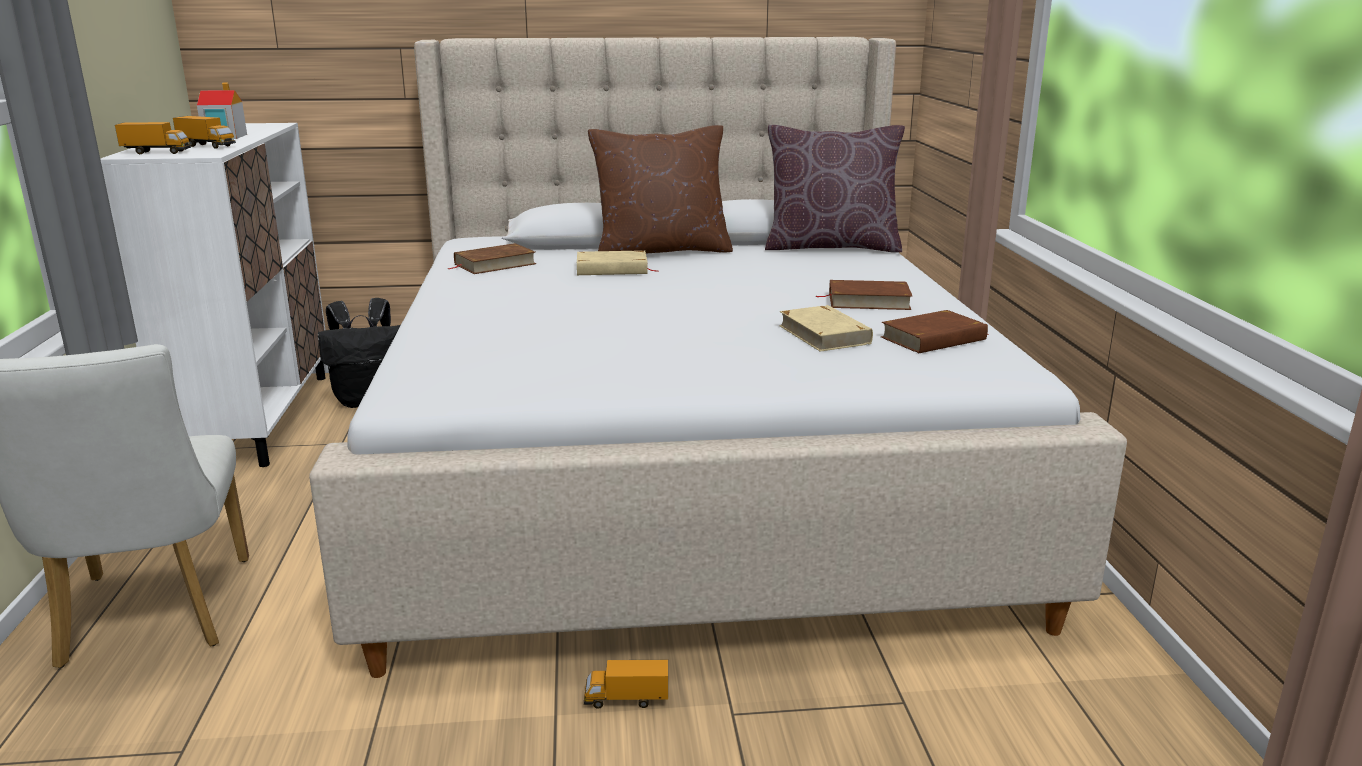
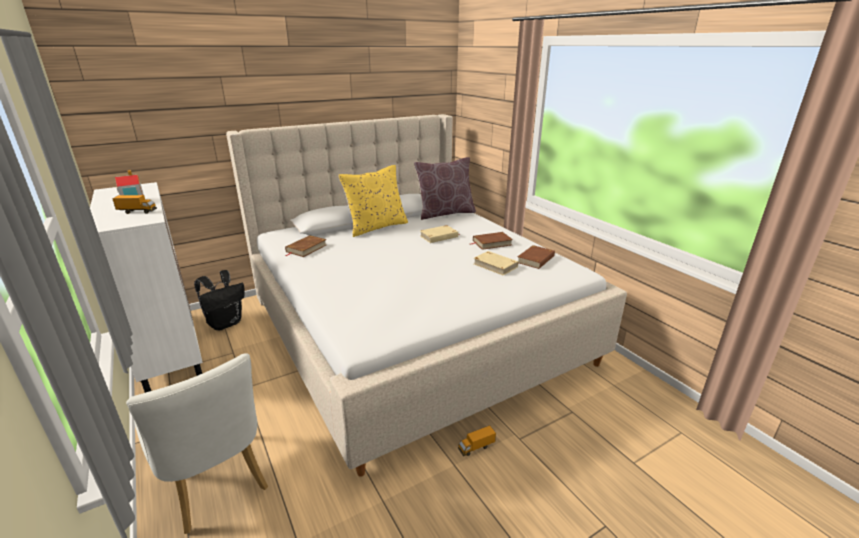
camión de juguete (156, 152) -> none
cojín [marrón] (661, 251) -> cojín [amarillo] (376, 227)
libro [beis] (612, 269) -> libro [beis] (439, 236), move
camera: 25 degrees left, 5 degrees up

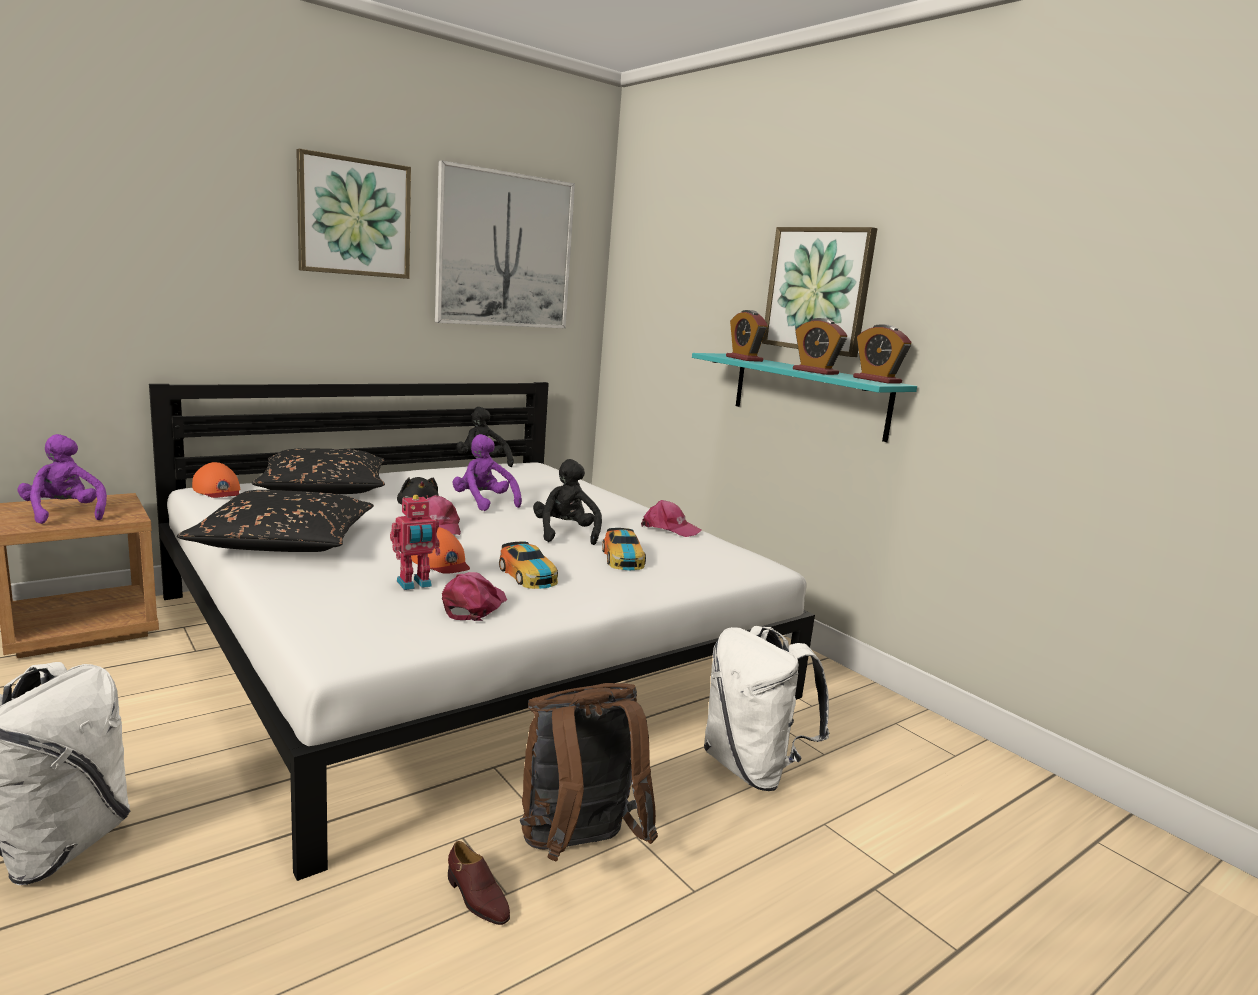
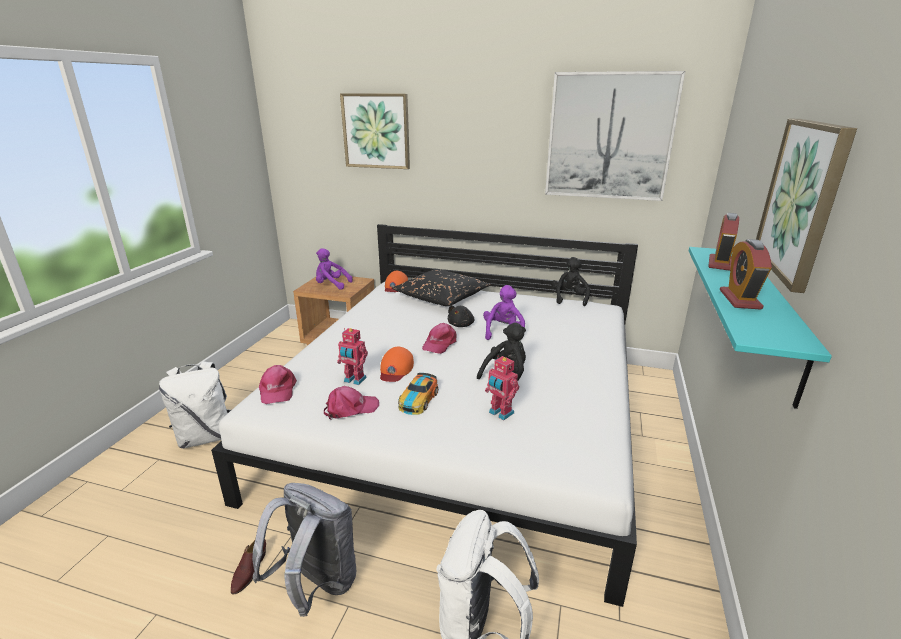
cuadro (354, 217) -> cuadro (376, 131), move
despertador (877, 380) -> none
peluche [morado] (65, 514) -> peluche [morado] (331, 285), 90 degrees counterclockwise
cojín [negro] (285, 541) -> none
gorra [rosa] (669, 528) -> gorra [rosa] (277, 390), move
coche de juguete (623, 558) -> robot de juguete (500, 413)
mochila [marrón] (577, 848) -> mochila [gris] (316, 585)
camera: 55 degrees right, 10 degrees up

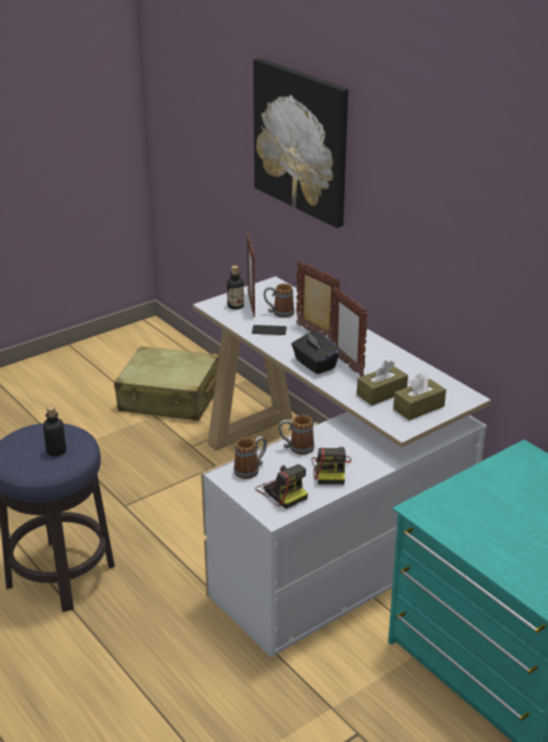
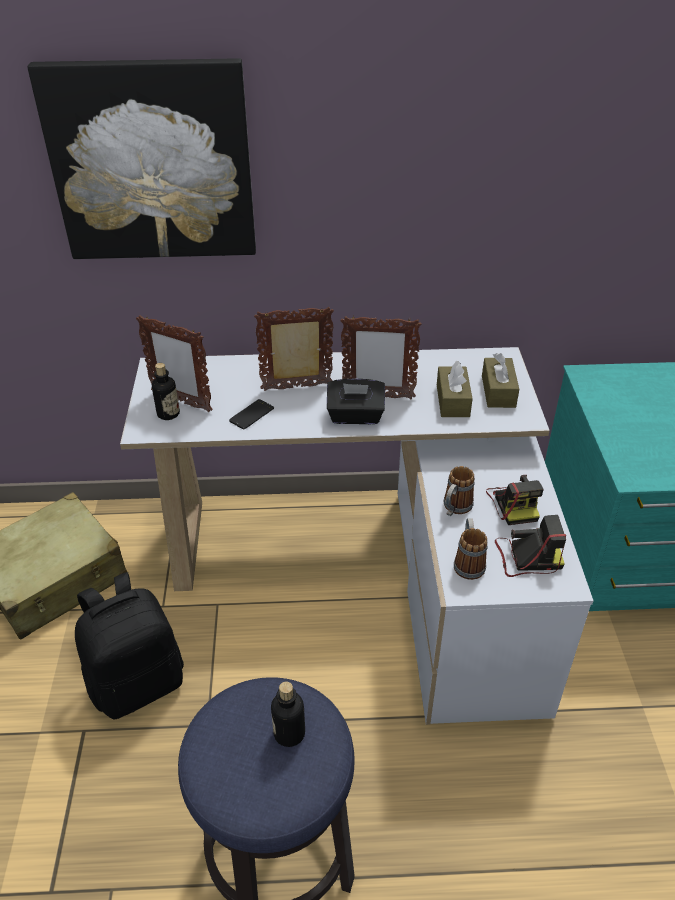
taza grande (279, 313) -> none
cámara (331, 470) -> cámara (514, 503), 45 degrees clockwise
none -> mochila [negro] (138, 682)
camera: 55 degrees left, 10 degrees up

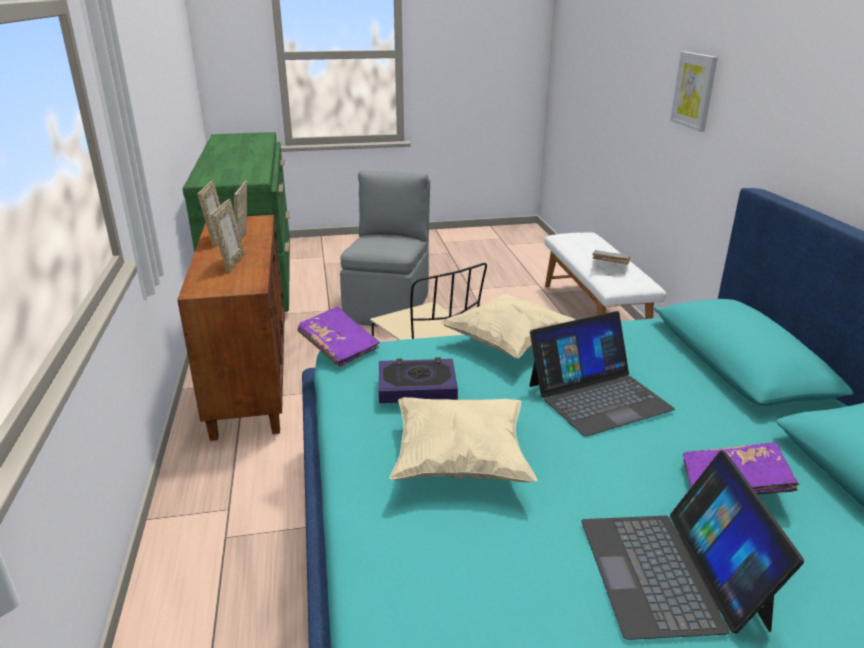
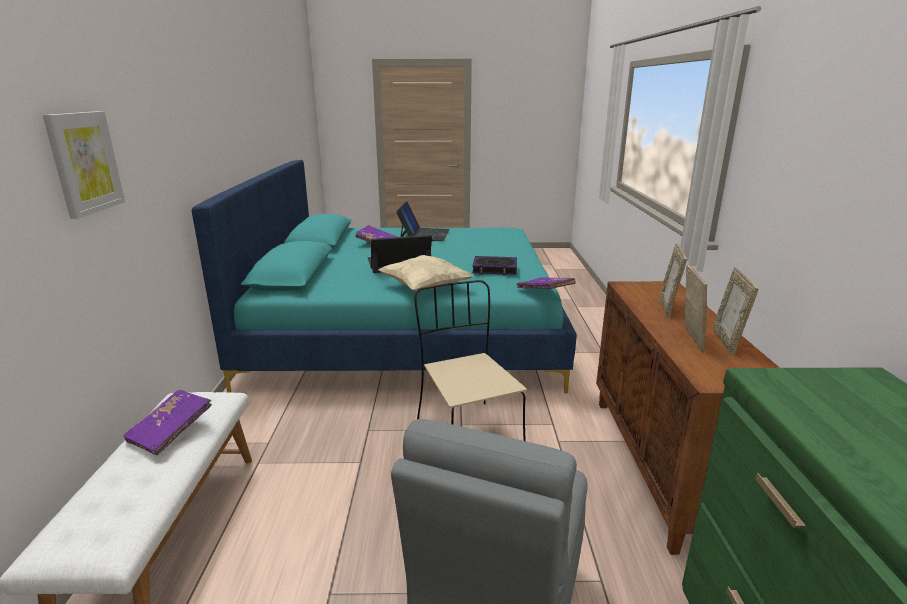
libro [gris] (609, 265) -> libro [morado] (171, 431)
cojín [beis] (460, 461) -> none
camera: 170 degrees left, 5 degrees down

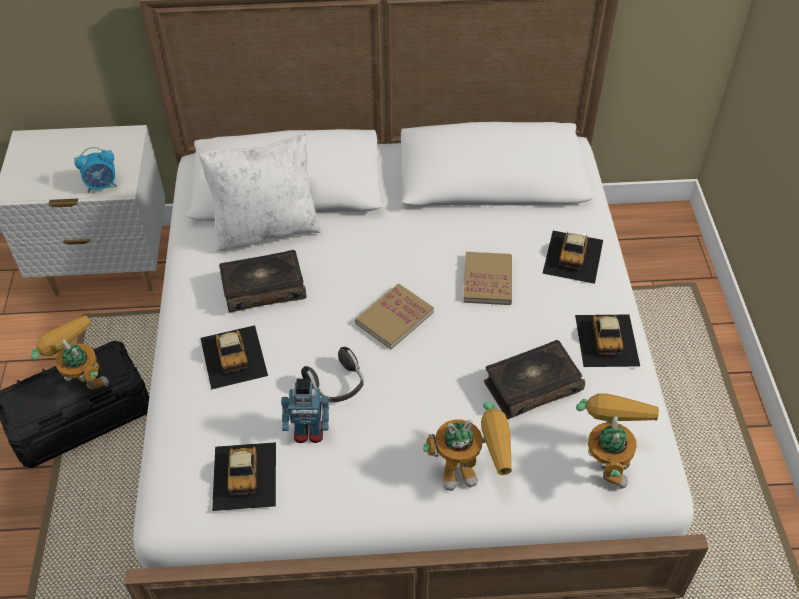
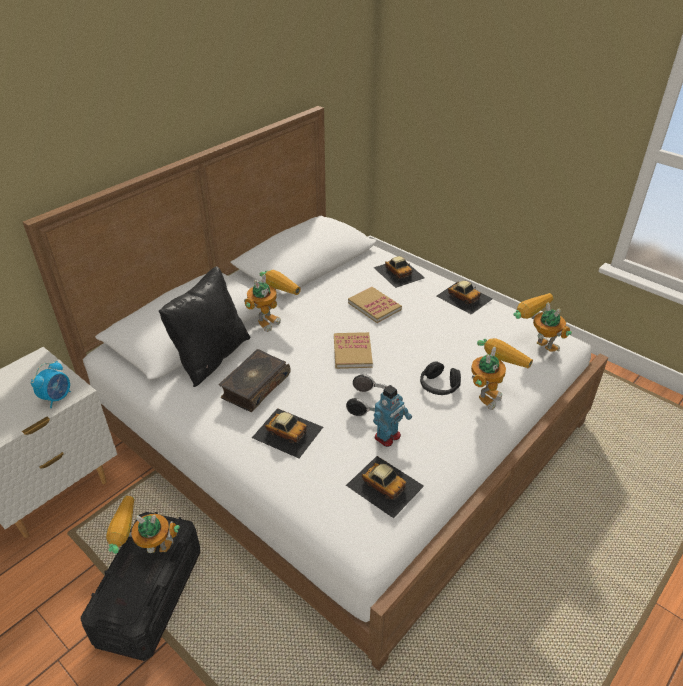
cojín [blanco] (266, 228) -> cojín [negro] (211, 356)
libro (531, 386) -> none
none -> robot de juguete (272, 318)
none -> auriculares [negro] (439, 386)
camera: 45 degrees left, 10 degrees down

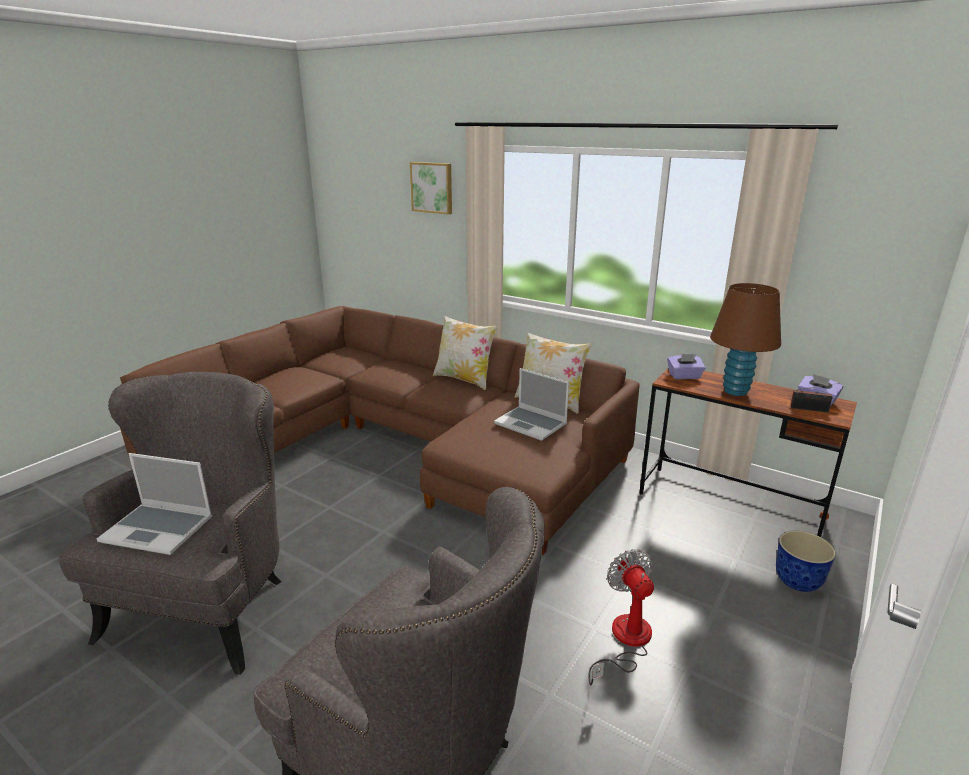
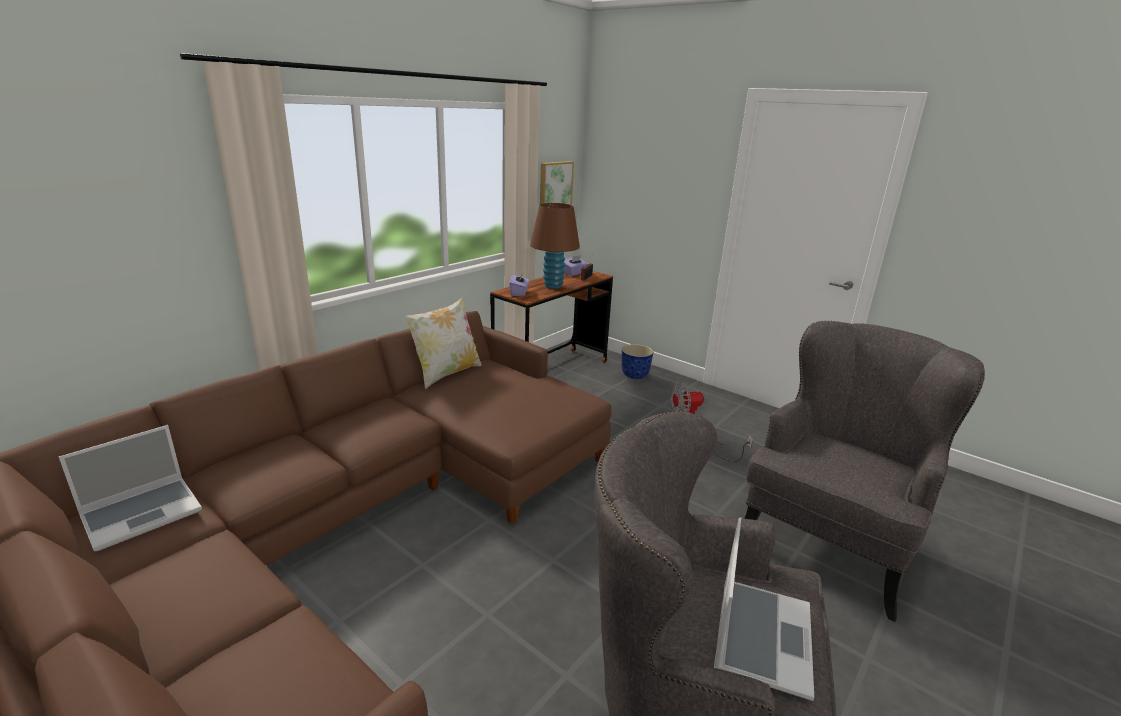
cuadro (432, 187) -> cuadro (554, 185), move
cojín (464, 379) -> none
portátil (532, 424) -> portátil (143, 513), move
camera: 85 degrees left, 0 degrees up

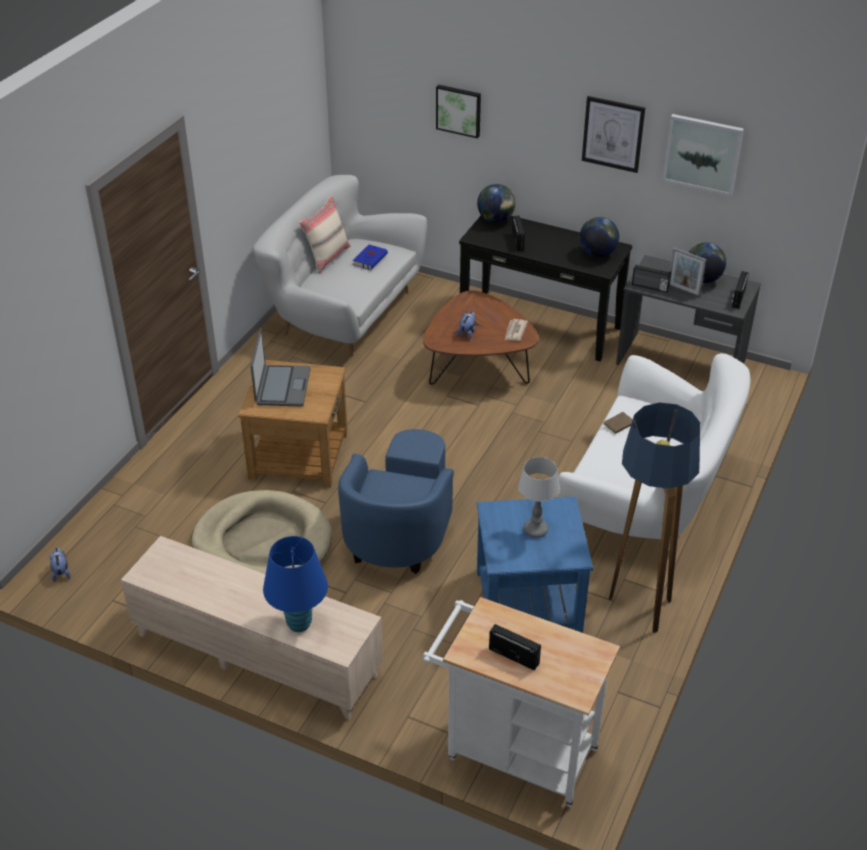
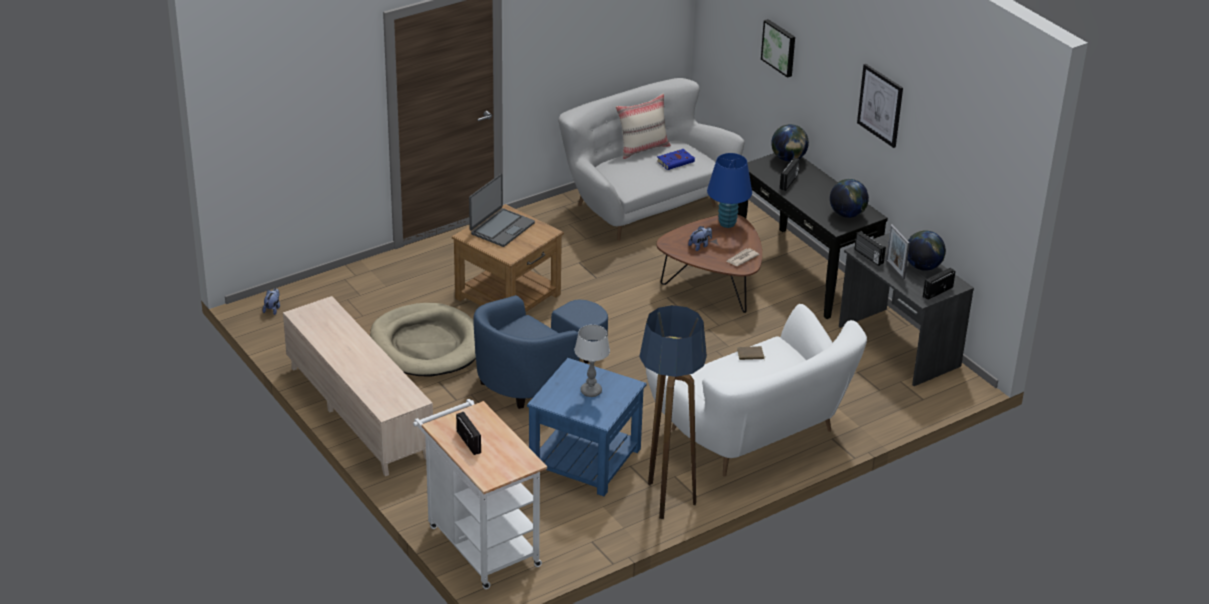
cuadro (702, 154) -> none
lámpara de mesa [azul] (299, 623) -> lámpara de mesa [azul] (727, 223), move
camera: 30 degrees right, 5 degrees down

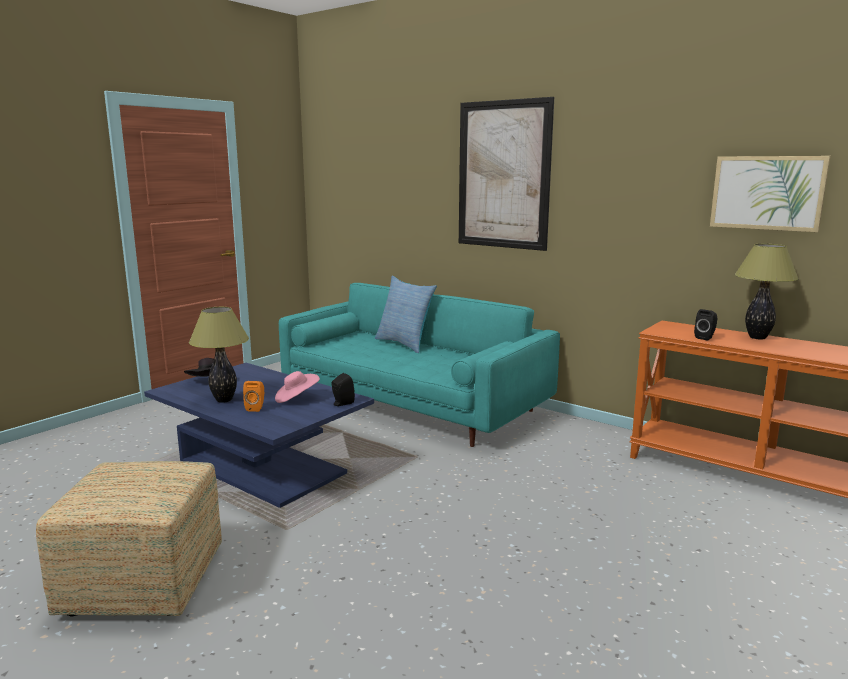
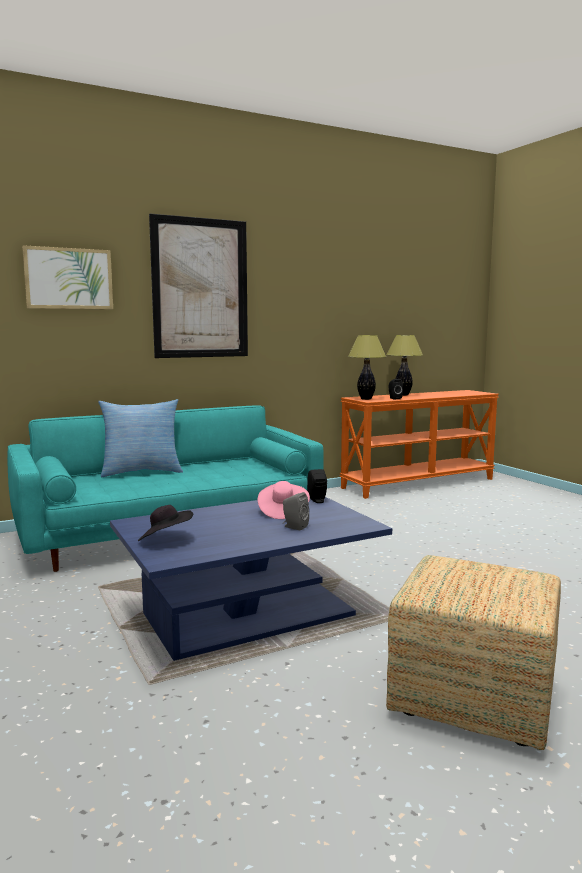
cuadro (767, 193) -> cuadro (69, 278), move
lámpara de mesa (224, 400) -> lámpara de mesa (365, 399), move
altavoz [naranja] (256, 408) -> altavoz [gris] (294, 527)
camera: 65 degrees left, 5 degrees down

